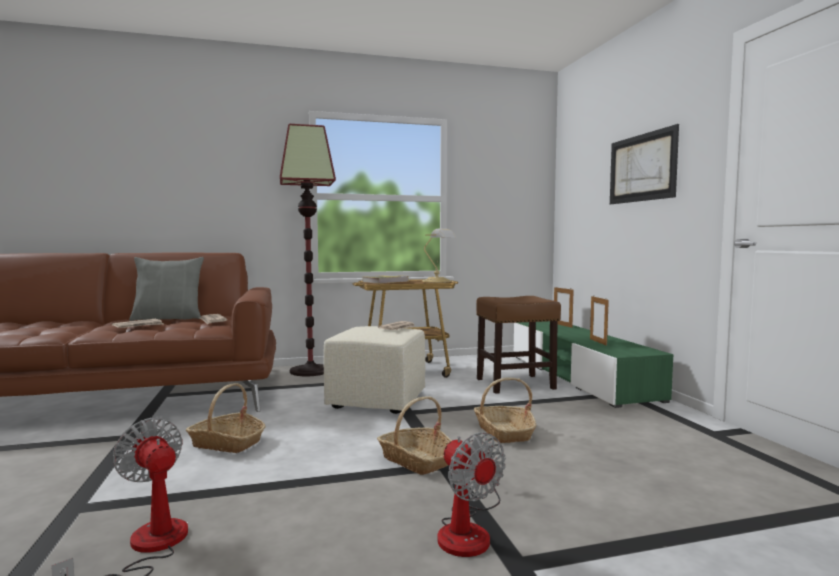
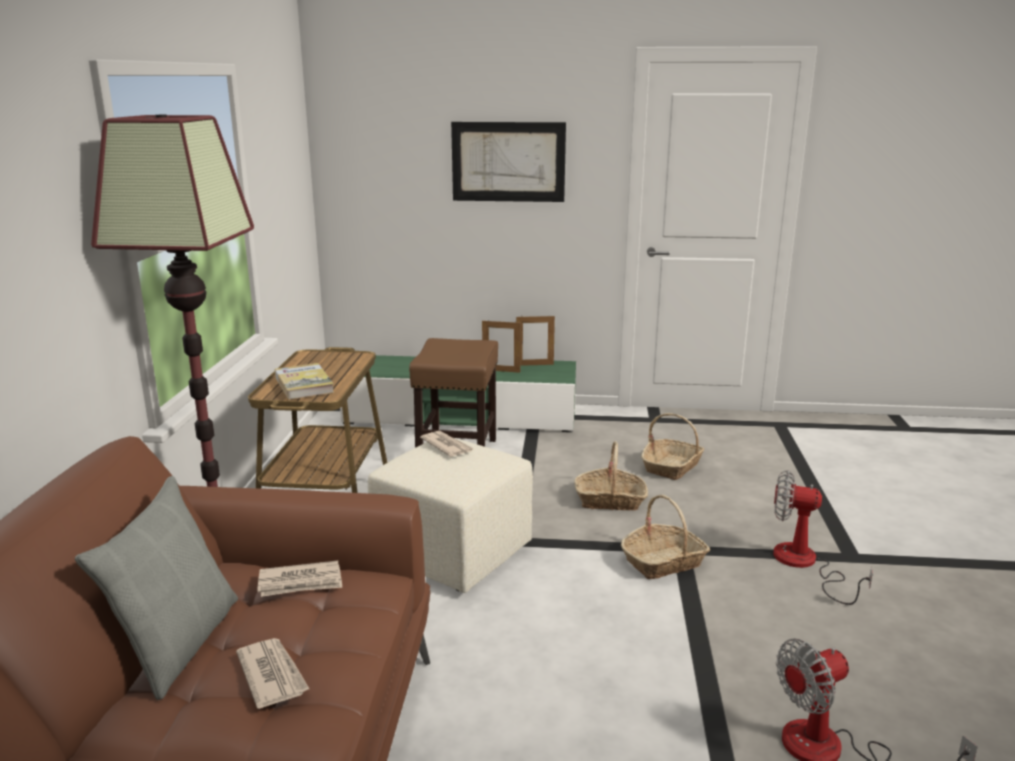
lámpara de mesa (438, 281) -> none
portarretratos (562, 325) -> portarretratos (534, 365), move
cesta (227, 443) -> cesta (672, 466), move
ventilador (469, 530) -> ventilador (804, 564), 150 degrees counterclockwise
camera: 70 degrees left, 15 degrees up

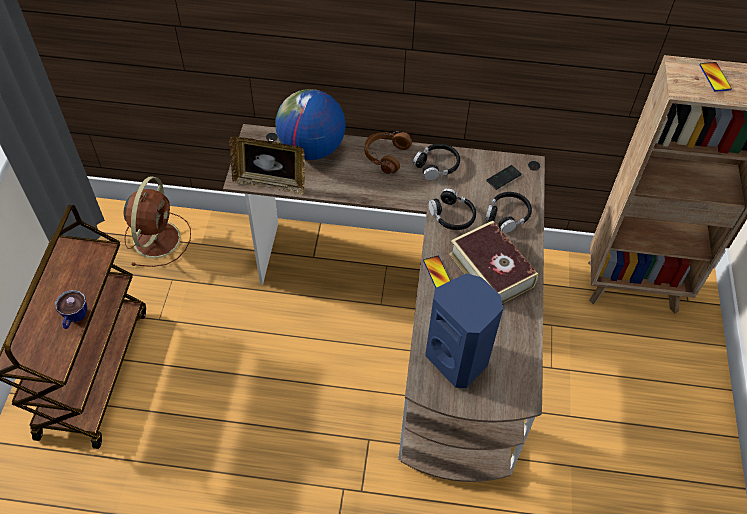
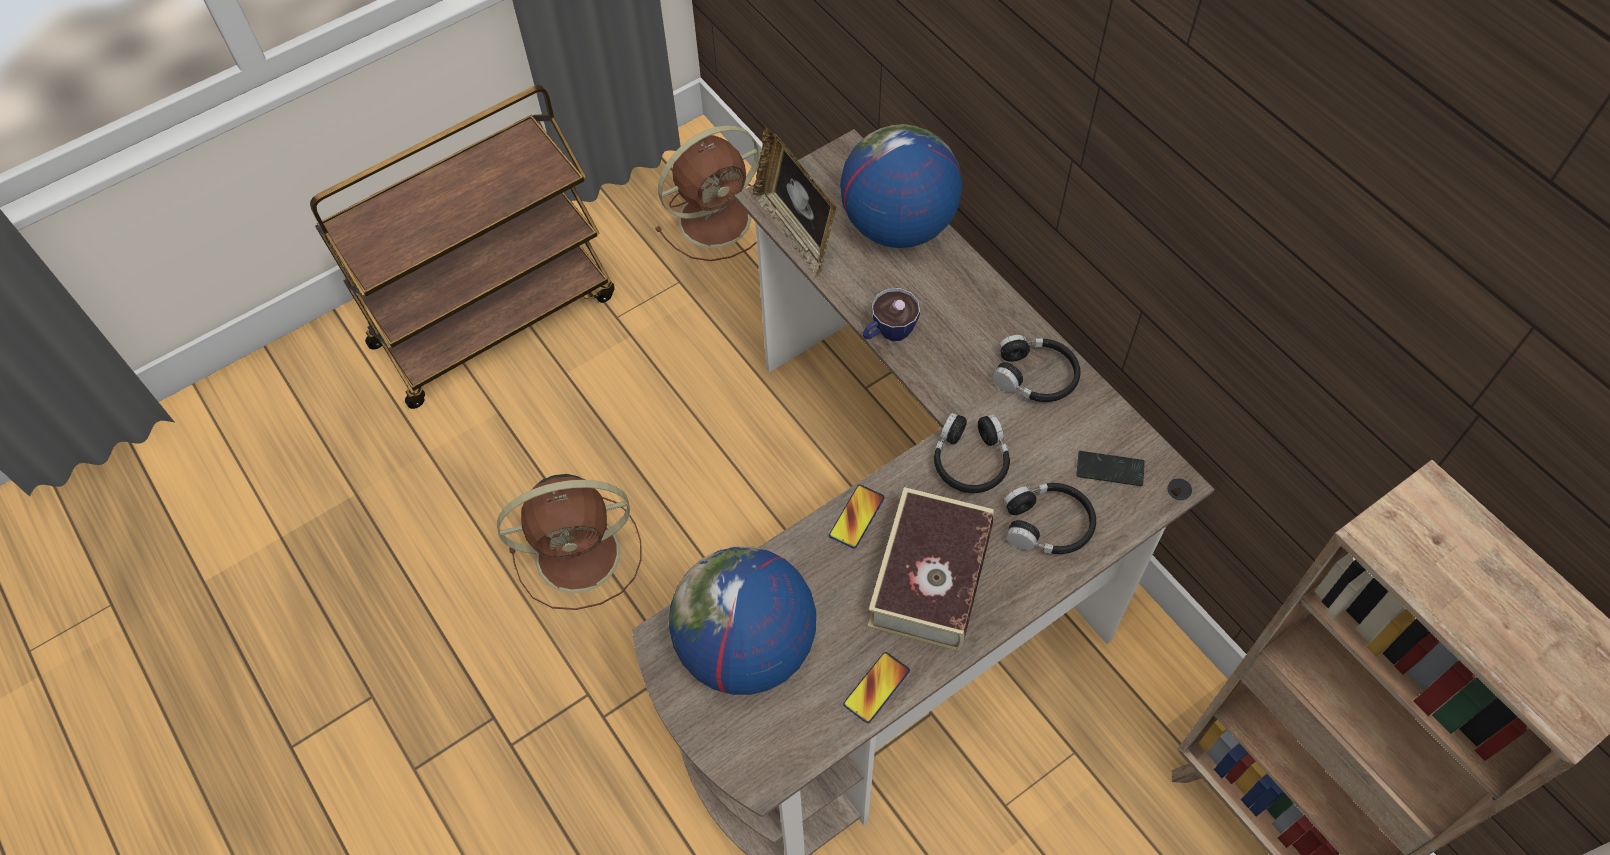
móvil (714, 77) -> móvil (876, 688), move
auriculares [marrón] (385, 156) -> none
altavoz [azul] (458, 359) -> globo terráqueo (746, 648)
taza (74, 318) -> taza (888, 332), move
none -> ventilador [marrón] (582, 553)
camera: 50 degrees right, 5 degrees up

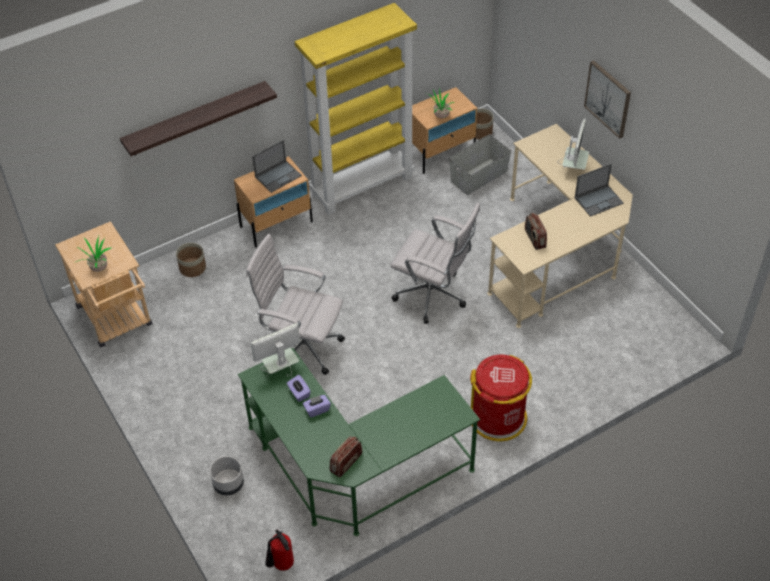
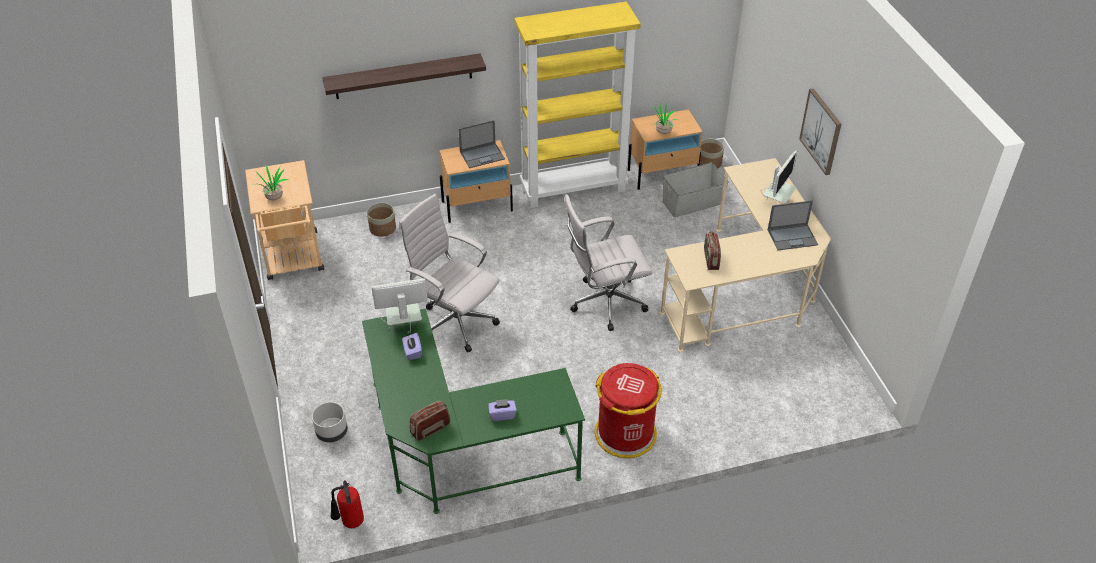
silla de oficina [blanco] (434, 296) -> silla de oficina [blanco] (604, 303), 120 degrees clockwise
caja de pañuelos [morado] (317, 409) -> caja de pañuelos [morado] (502, 415), move
camera: 15 degrees right, 5 degrees down

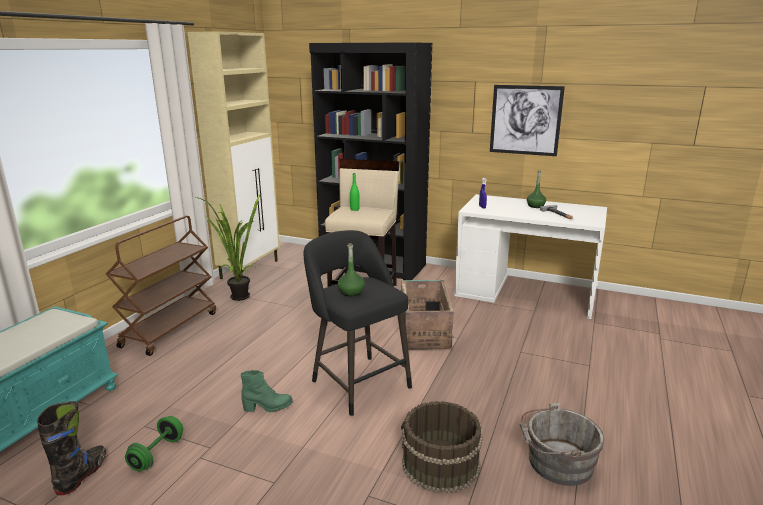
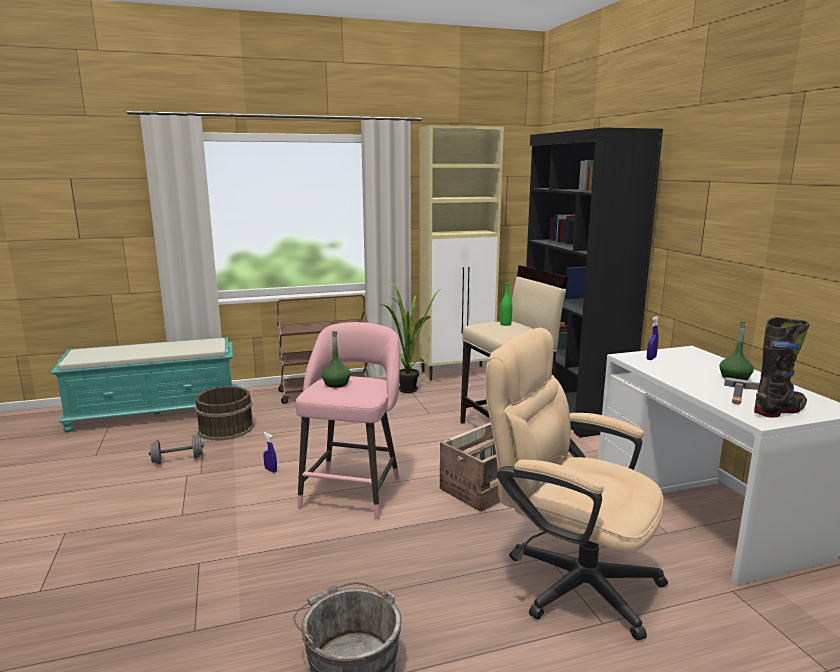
cuadro (525, 120) -> none
taburete [negro] (357, 382) -> taburete [rosa] (353, 490)
bota [verde] (268, 407) -> pulverizador [azul] (270, 470)
bota [negro] (82, 475) -> bota [negro] (779, 411), move
cubo [marrón] (440, 464) -> cubo [marrón] (225, 428), move
mancuerna [verde] (157, 454) -> mancuerna [gris] (177, 460)
none -> silla de oficina [beis] (568, 578)
camera: 50 degrees right, 5 degrees down

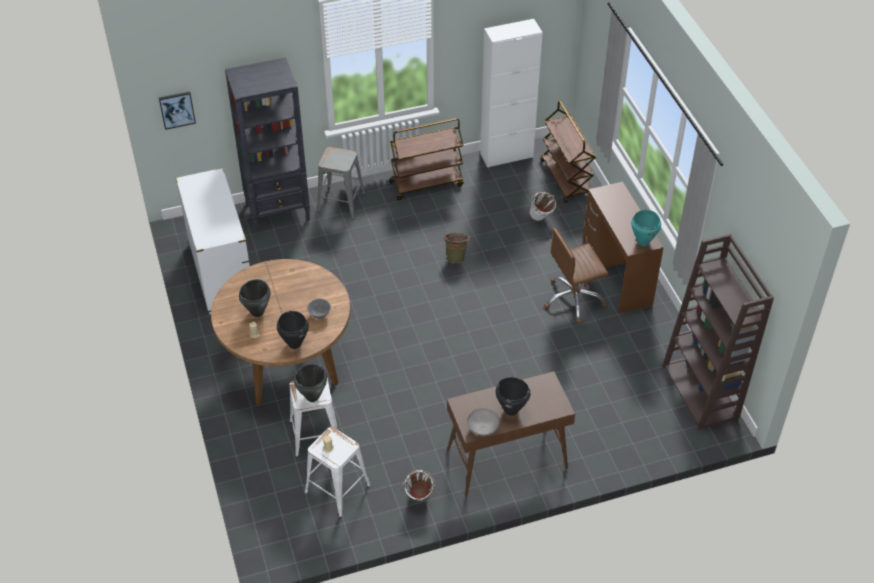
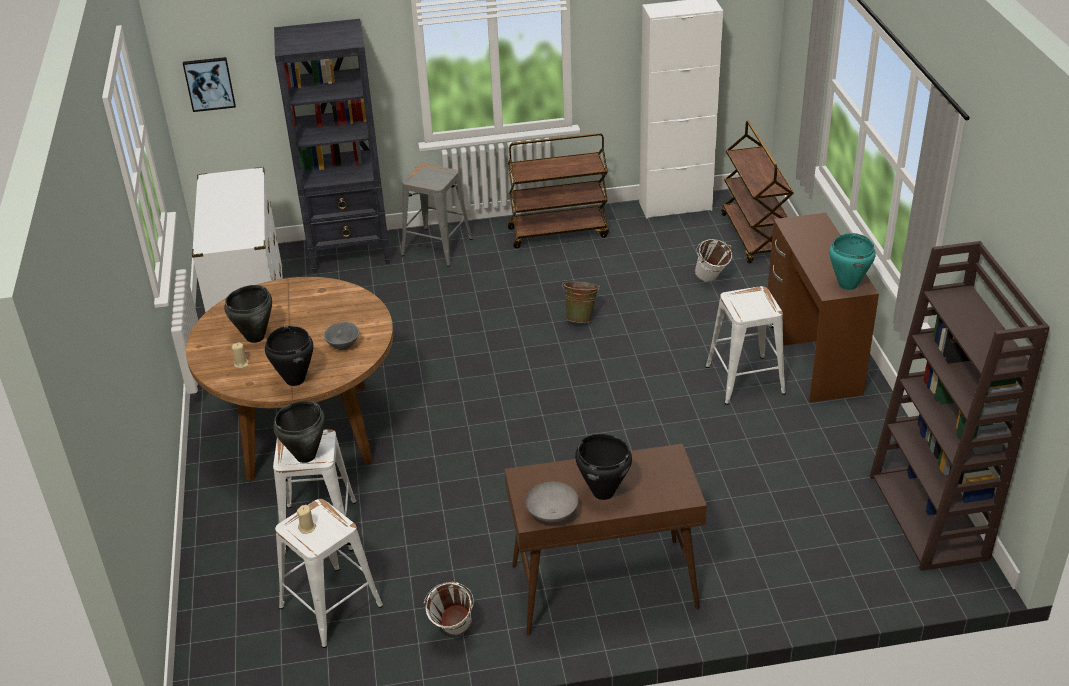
silla de oficina [marrón] (574, 299) -> taburete [blanco] (744, 380)
camera: 10 degrees right, 10 degrees down

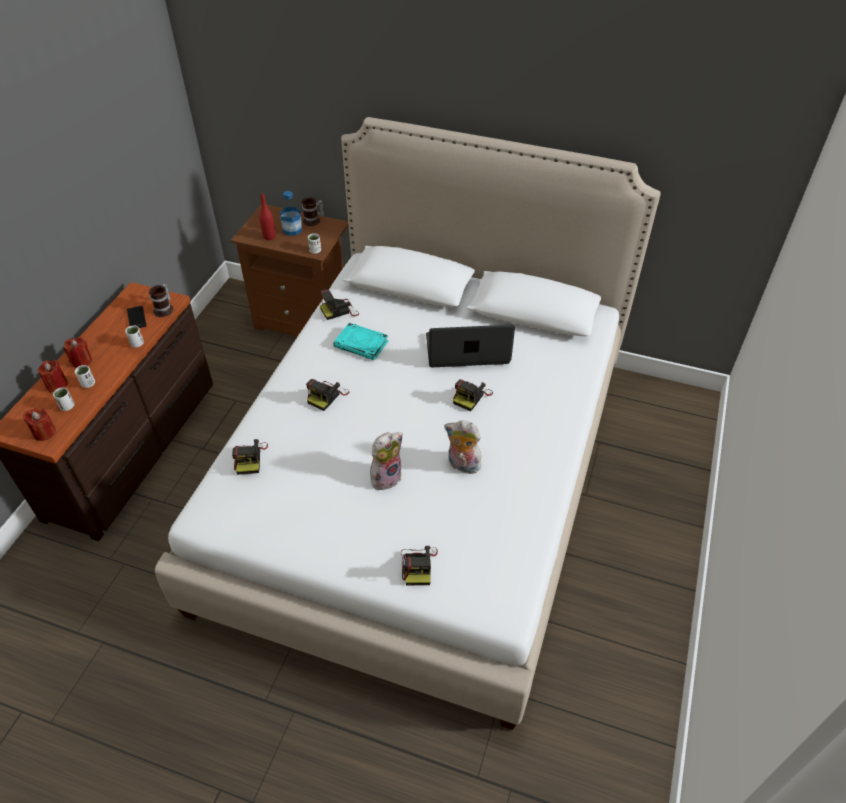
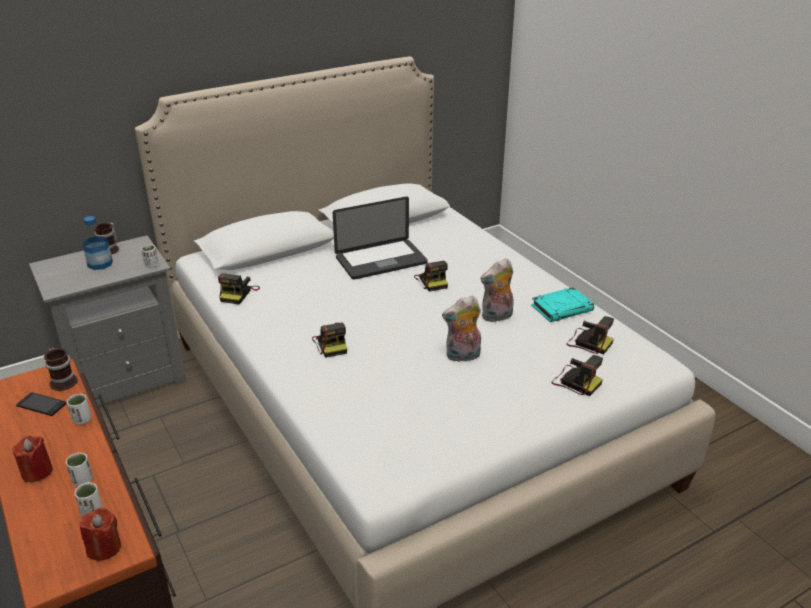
botella [rojo] (269, 237) -> none
mesita de noche [marrón] (305, 320) -> mesita de noche [gris] (126, 378)
libro [turquesa] (362, 344) -> libro [turquesa] (562, 308), move
portátil (467, 350) -> portátil (381, 261), 150 degrees counterclockwise
vela [rojo] (57, 384) -> none
peluche (385, 476) -> peluche (462, 356), 105 degrees counterclockwise
cámara (250, 458) -> cámara (588, 342), move
camera: 50 degrees left, 15 degrees down

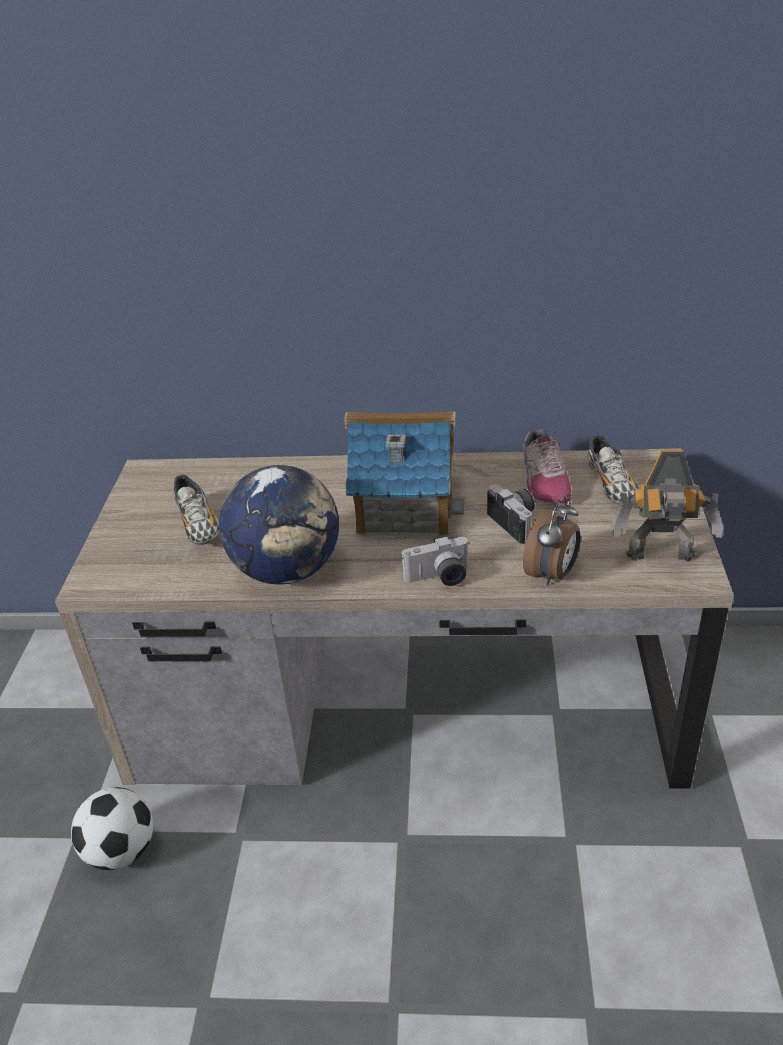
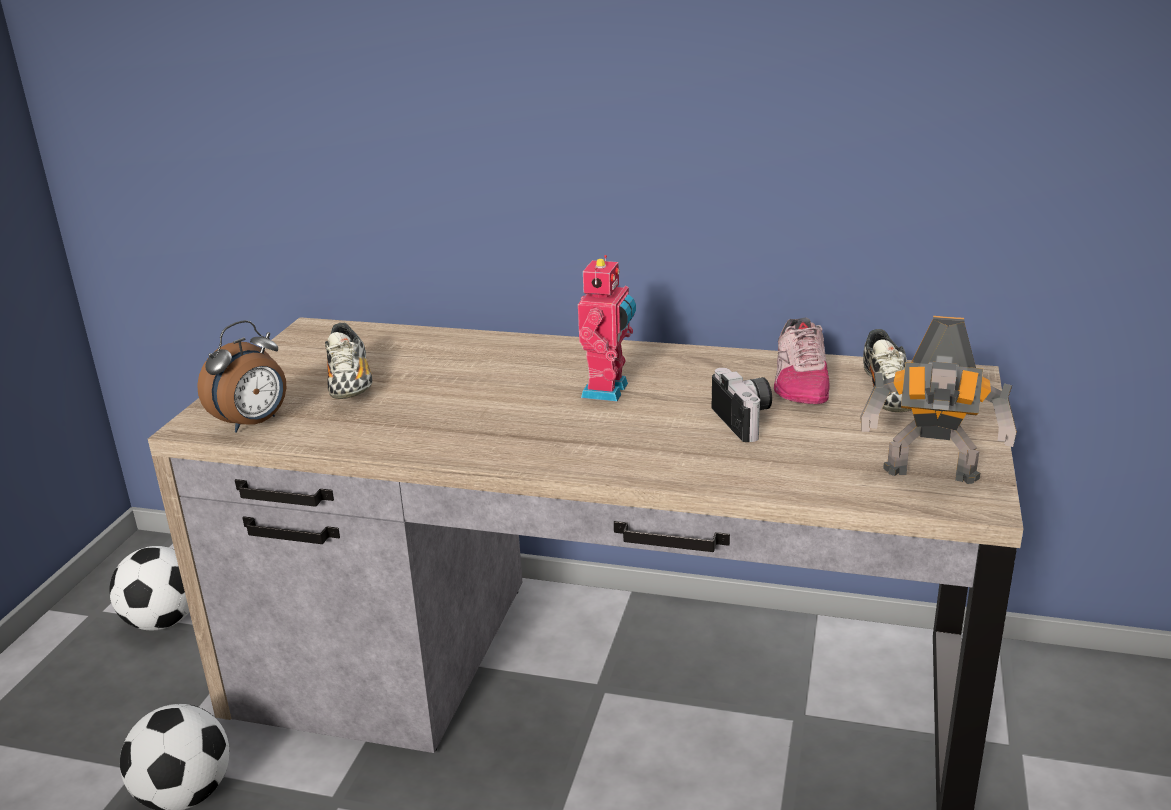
casita (404, 507) -> robot de juguete (608, 391)
globo terráqueo (287, 570) -> none
despertador (552, 574) -> despertador (253, 423), move
cámara (439, 578) -> none
none -> balón de fútbol (163, 621)
camera: 10 degrees right, 10 degrees down

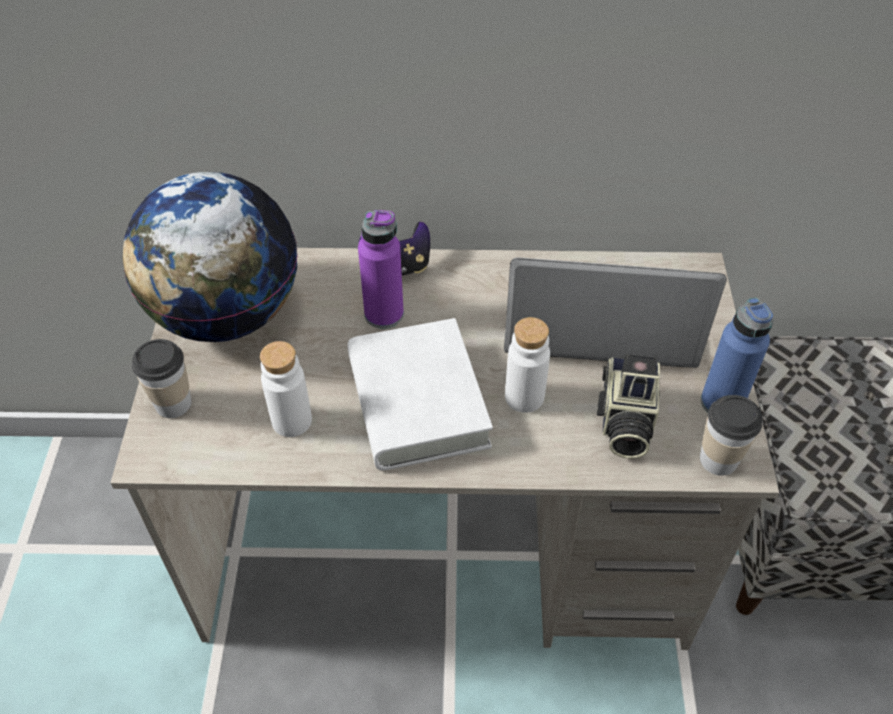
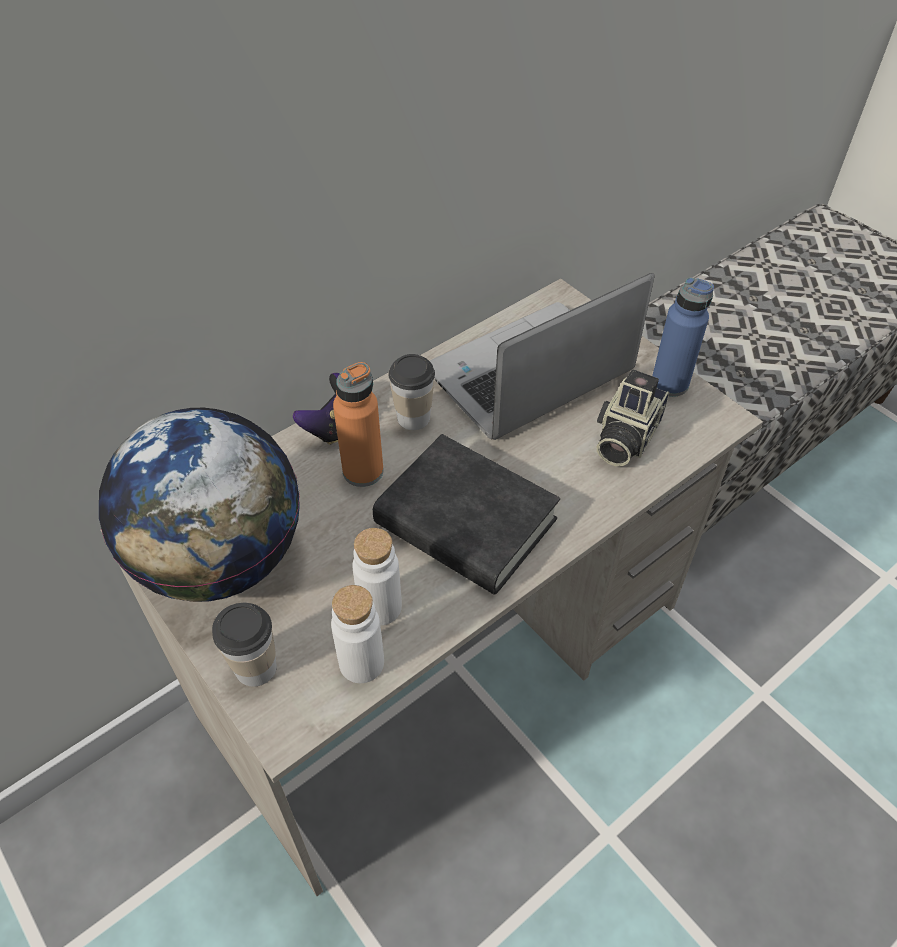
botella [morado] (384, 314) -> botella [naranja] (363, 471)
botella [blanco] (524, 397) -> botella [blanco] (361, 663), move
libro [blanco] (417, 402) -> libro [negro] (465, 522)
cámara (624, 421) -> cámara (624, 437), 60 degrees clockwise
taza (718, 459) -> taza (413, 417), move
camera: 40 degrees left, 0 degrees up

